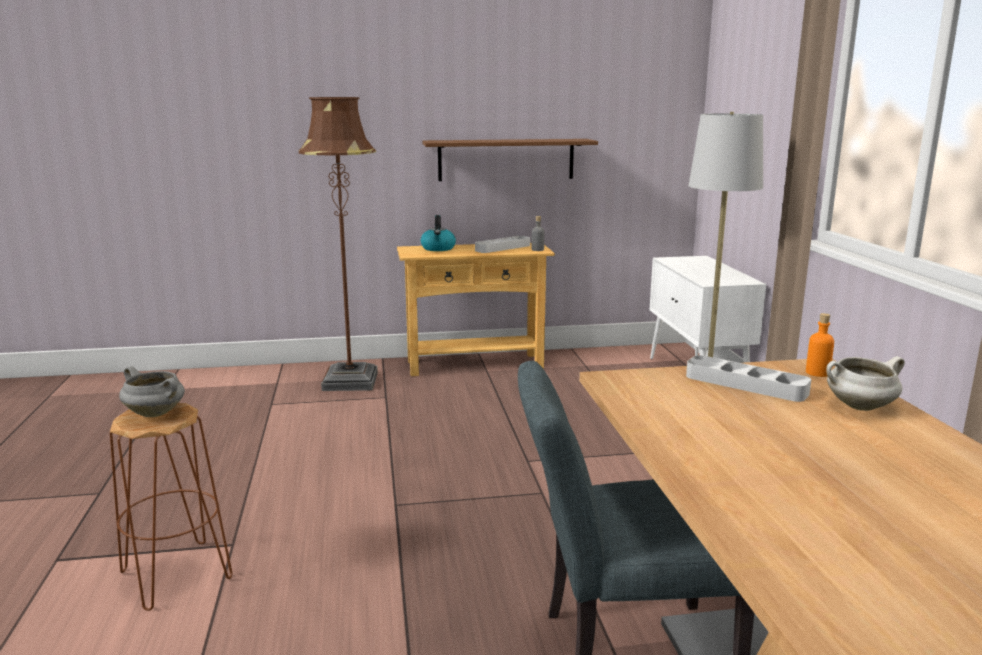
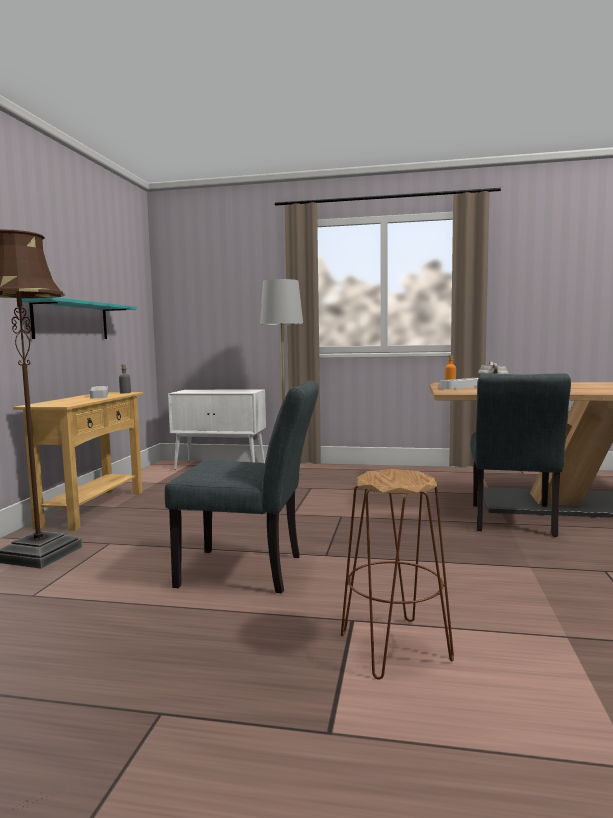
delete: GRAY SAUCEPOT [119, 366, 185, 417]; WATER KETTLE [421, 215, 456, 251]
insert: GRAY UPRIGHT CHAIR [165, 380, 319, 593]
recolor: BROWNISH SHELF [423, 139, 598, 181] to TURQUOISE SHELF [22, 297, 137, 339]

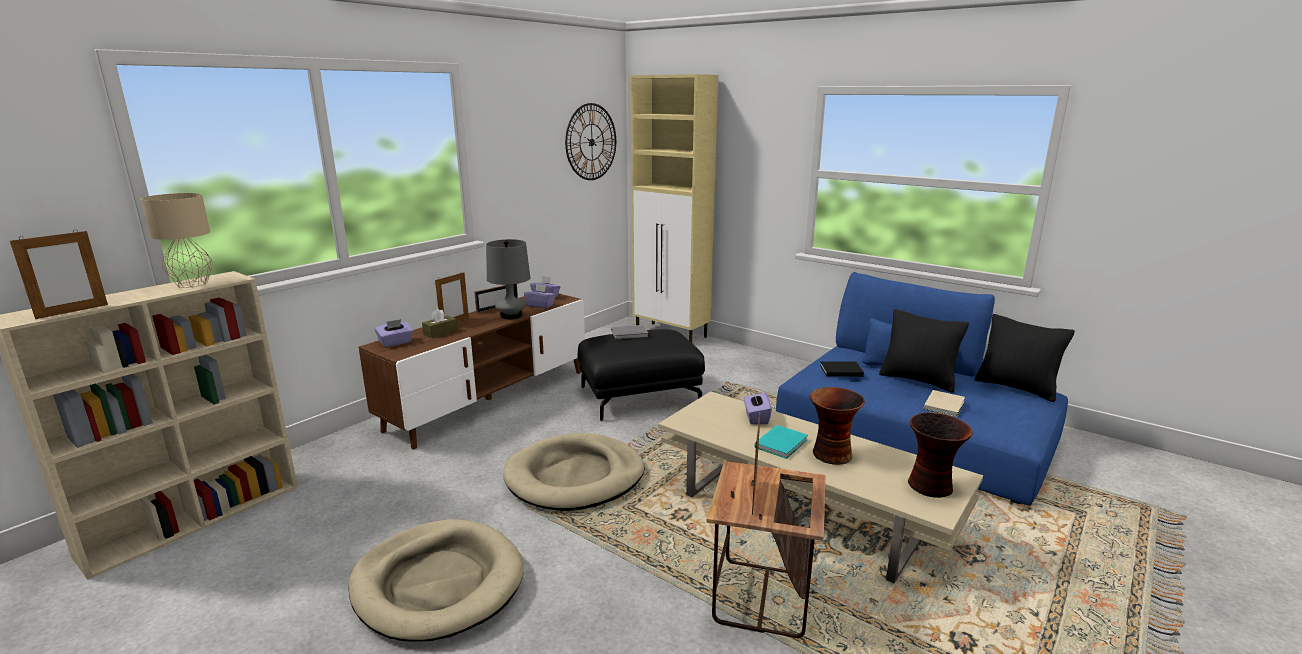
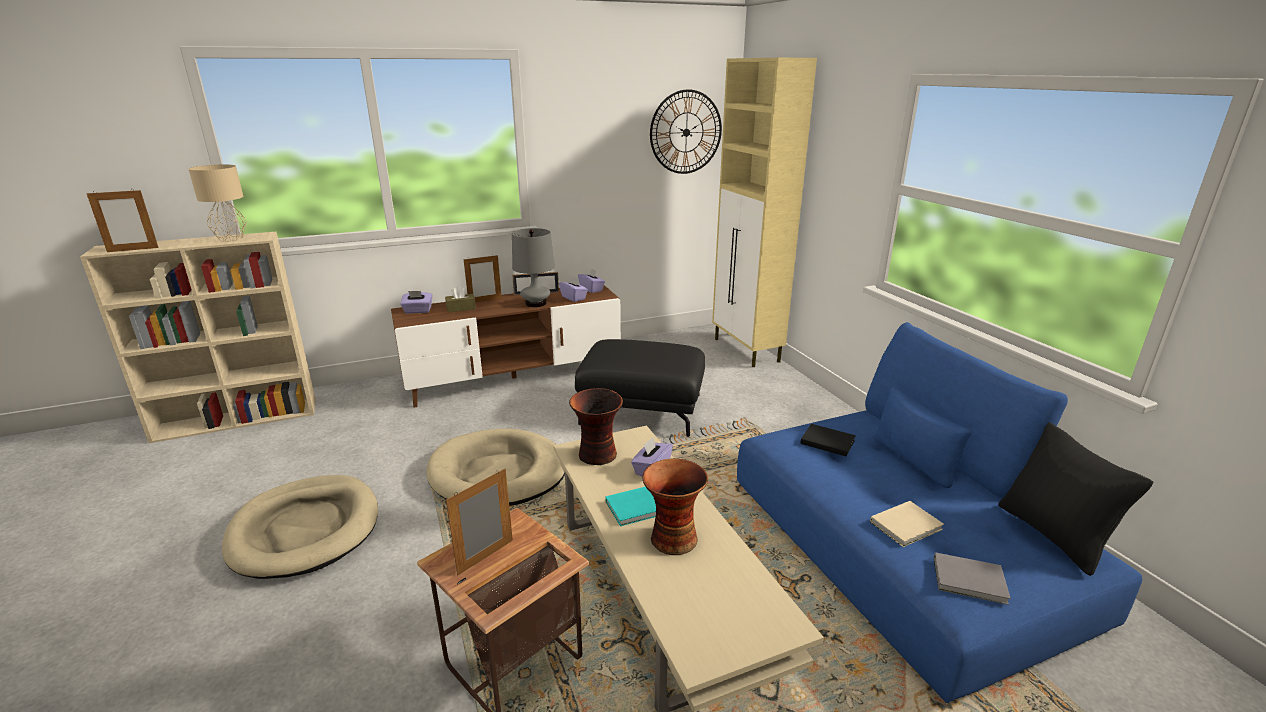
delete: BLACK-COLOURED CUSHION [879, 309, 969, 393]
move: GRAY VOLUME [611, 325, 648, 340] to [934, 552, 1011, 605]; VASE [908, 412, 973, 498] to [569, 388, 623, 465]

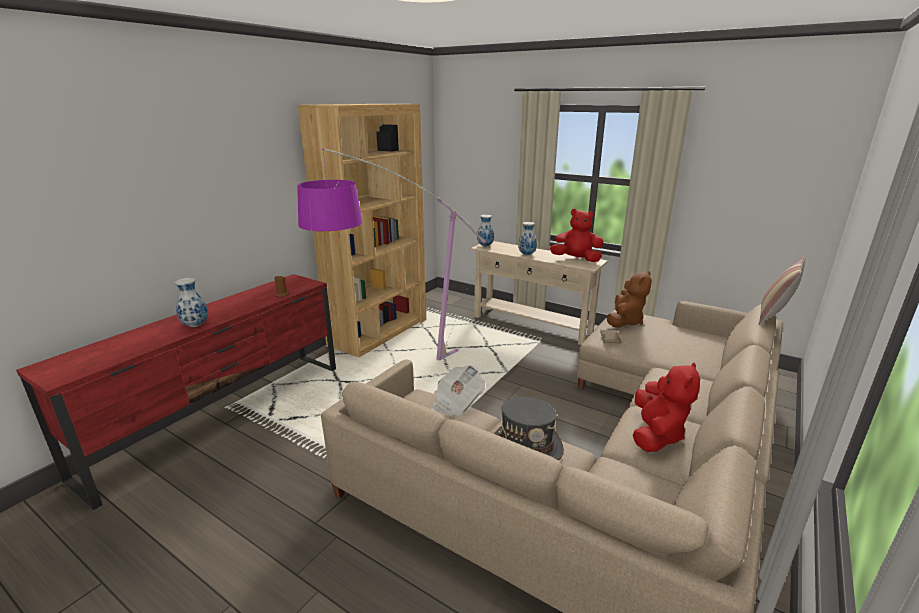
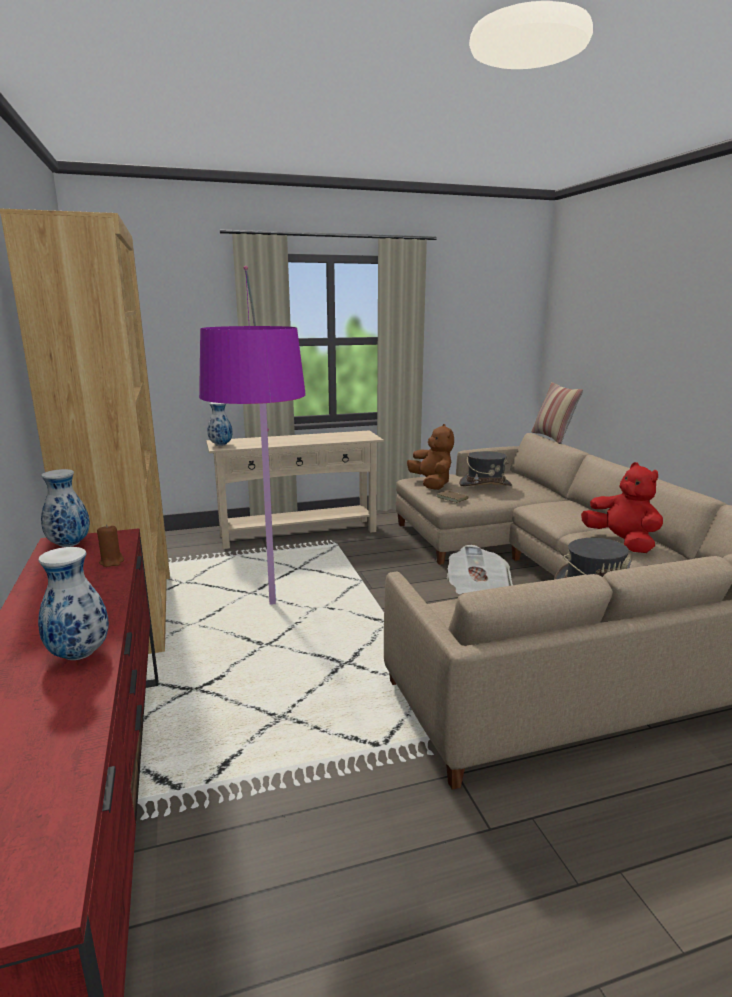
delete: REDDISH CUDDLY TOY [550, 209, 604, 262]
insert: GRAY WEARABLE HAT [459, 451, 512, 486]
move: VASE [518, 222, 537, 255] to [41, 469, 90, 547]

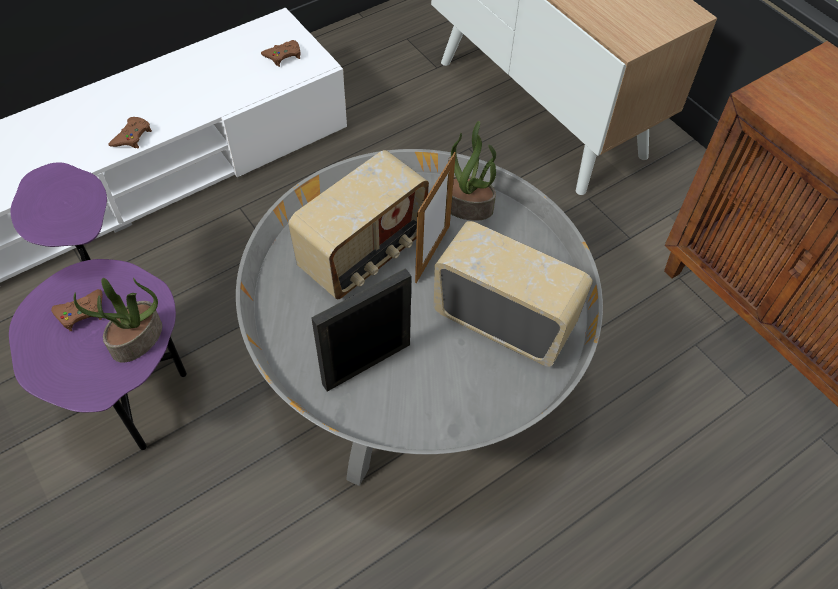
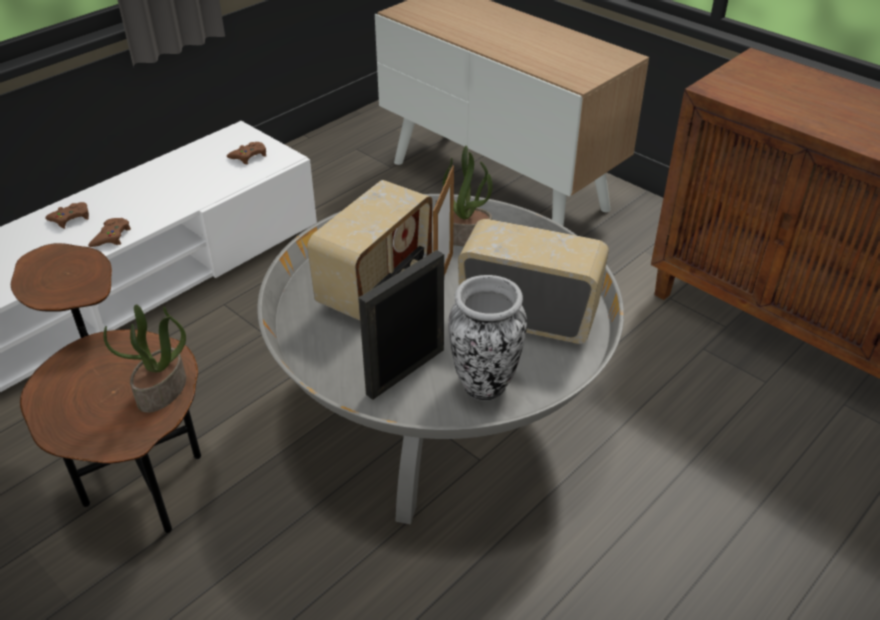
insert: VASE [448, 275, 527, 401]
move: BROWNISH GAME CONTROLLER [51, 289, 103, 332] to [45, 202, 89, 229]
recolor: PURPLE-COLOURED END TABLE [9, 162, 187, 450] to BROWNISH END TABLE [11, 243, 201, 533]

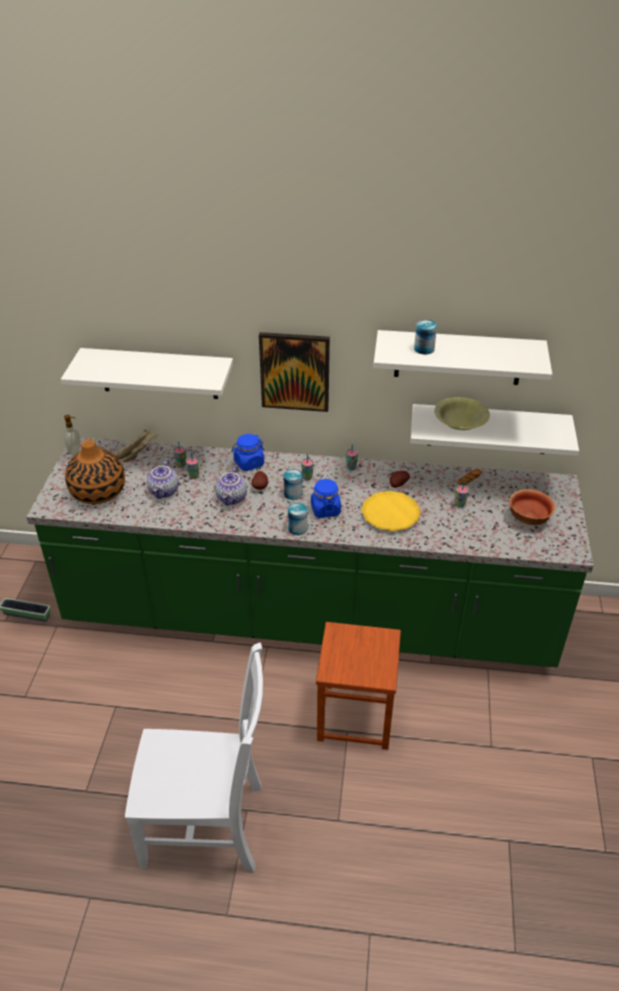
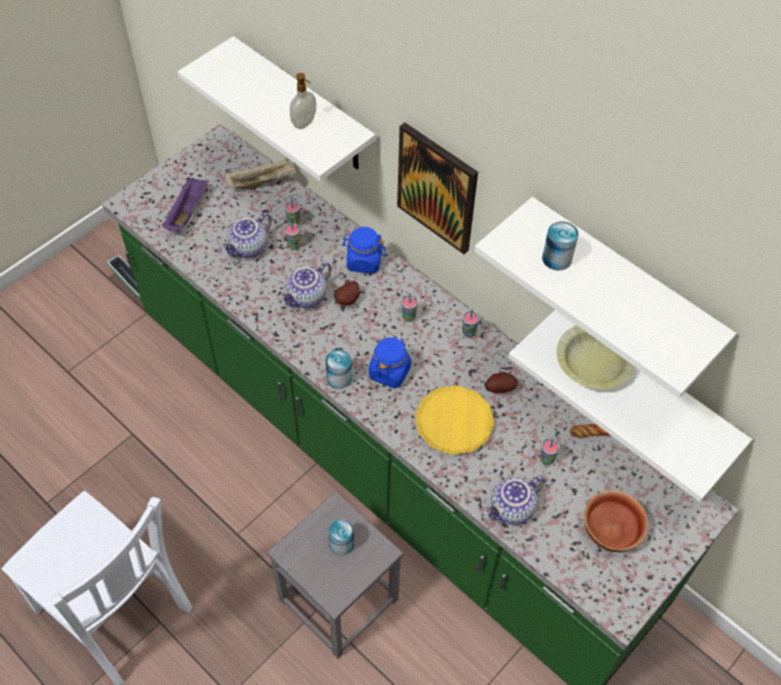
insert: TEA POT [483, 475, 546, 525]
move: SOAP DISPENSER [64, 415, 80, 455] to [290, 73, 316, 129]; SEALED CAN [284, 469, 303, 500] to [329, 519, 354, 556]
replace: VASE [65, 439, 125, 504] to PURPLE-COLOURED CARRYING TRAY [162, 177, 209, 232]
recolor: BROWNISH STOOL SEAT [316, 622, 401, 750] to GRAY STOOL SEAT [267, 491, 403, 659]

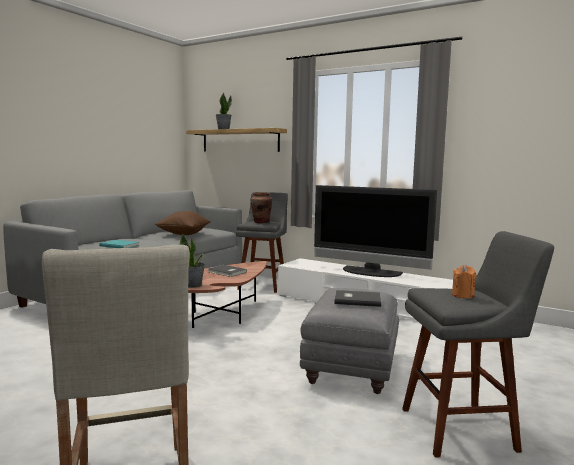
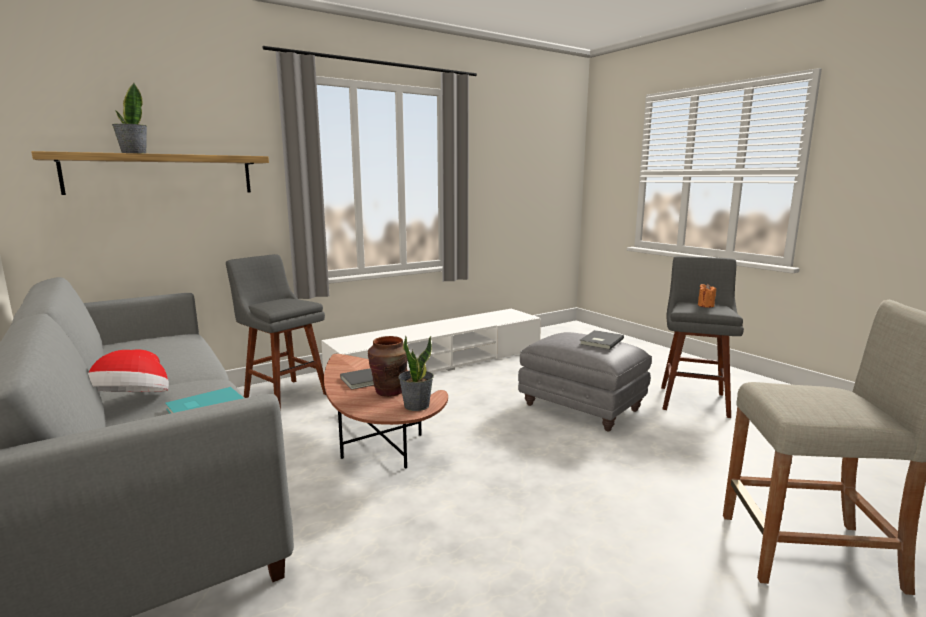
delete: BROWNISH CUSHION [156, 211, 210, 235]; TV SET [314, 185, 437, 277]
insert: WEARABLE HAT [88, 349, 169, 392]
move: BROWNISH VASE [251, 193, 272, 223] to [367, 336, 408, 397]

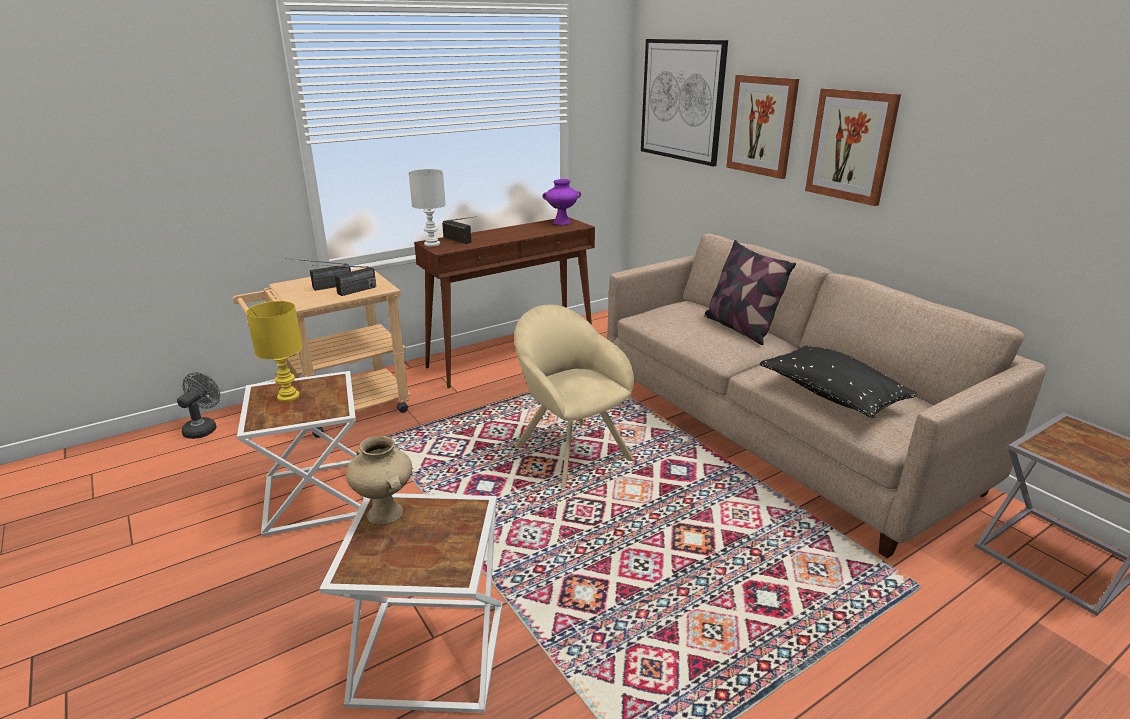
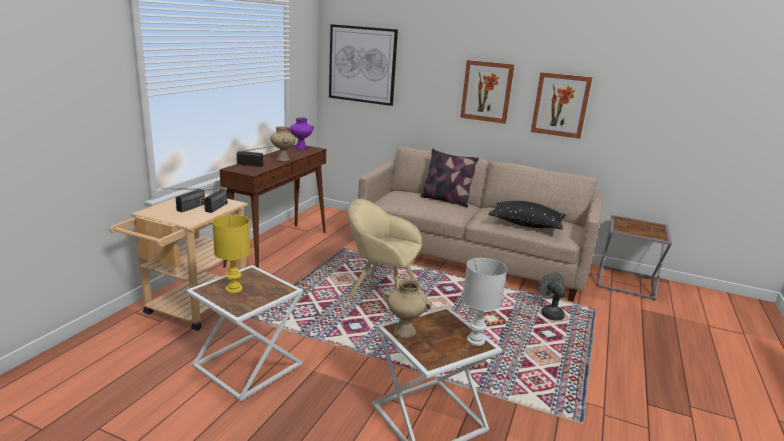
insert: BEIGE-COLOURED VASE [270, 126, 296, 161]
move: GRAY ELECTRIC FAN [177, 372, 220, 439] to [538, 272, 566, 321]; WHITE LAMP FOR A TABLE [409, 169, 446, 247] to [462, 258, 507, 346]; WALL ART [726, 75, 799, 179] to [531, 72, 592, 139]

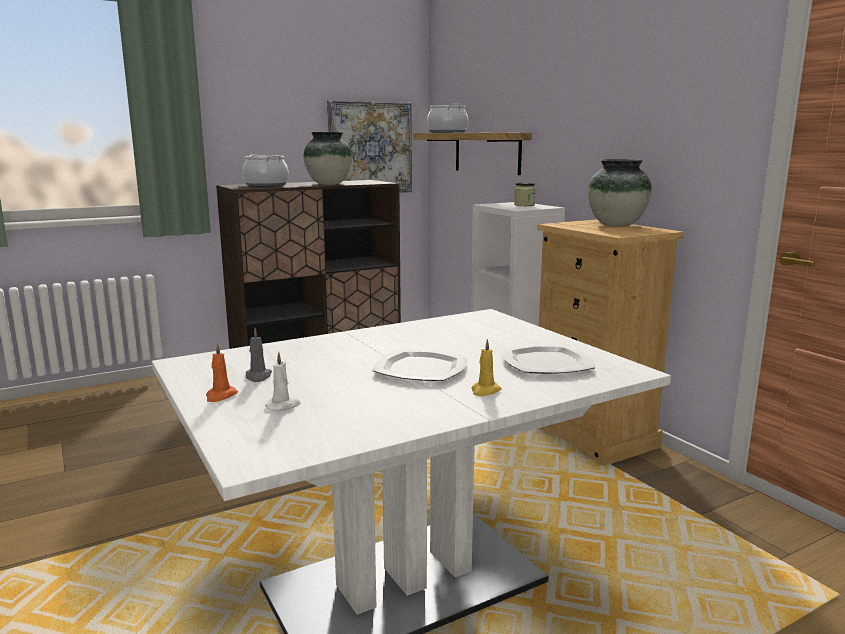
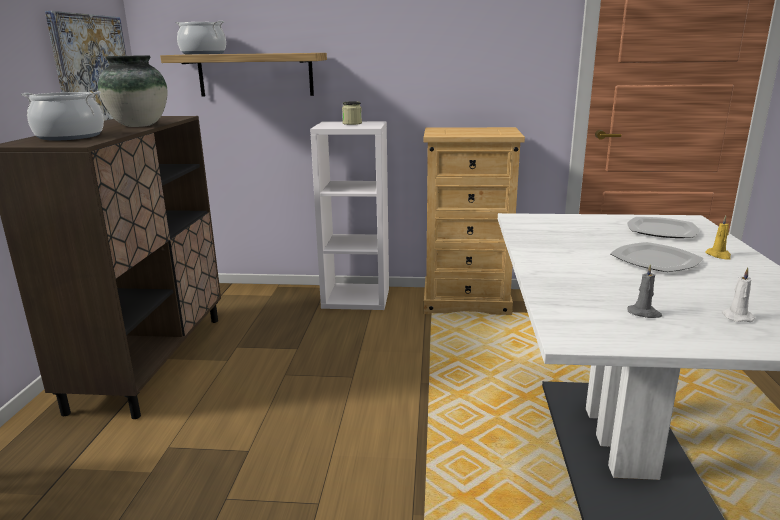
delete: ORANGEY CANDLE [206, 343, 238, 402]; VASE [588, 159, 652, 227]

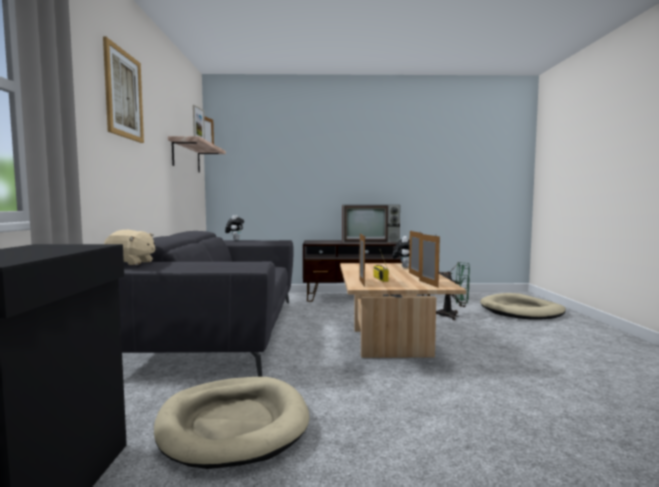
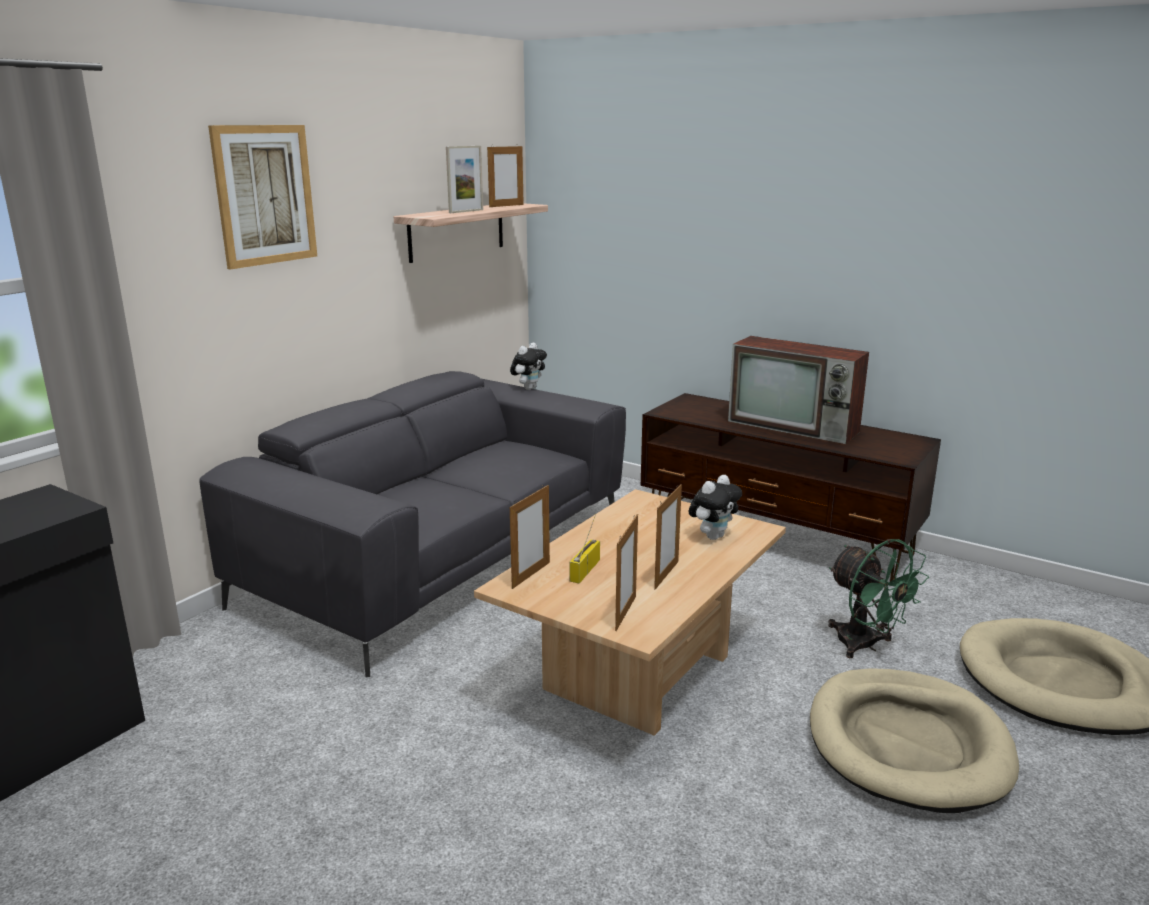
delete: BEIGE-COLOURED CUDDLY TOY [104, 230, 155, 265]
move: BEIGE-COLOURED DOG BED [154, 377, 309, 469] to [810, 668, 1019, 813]

